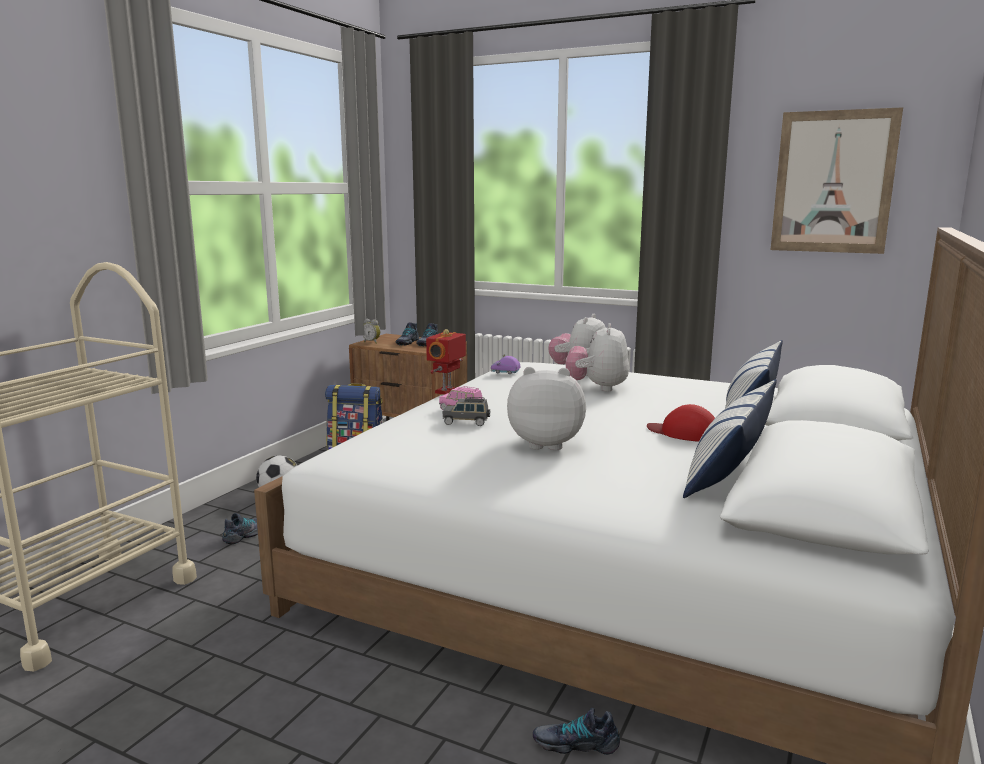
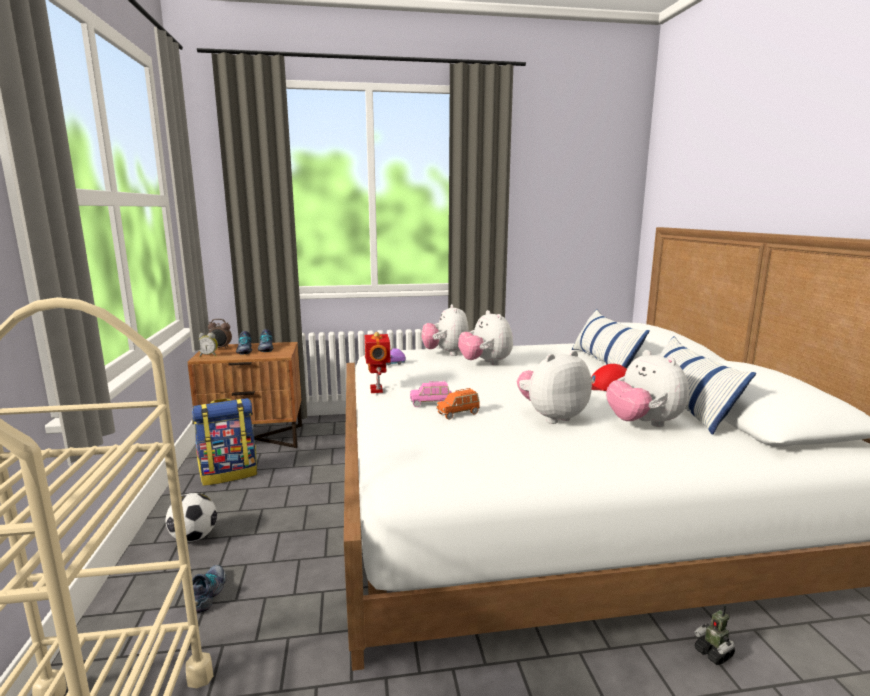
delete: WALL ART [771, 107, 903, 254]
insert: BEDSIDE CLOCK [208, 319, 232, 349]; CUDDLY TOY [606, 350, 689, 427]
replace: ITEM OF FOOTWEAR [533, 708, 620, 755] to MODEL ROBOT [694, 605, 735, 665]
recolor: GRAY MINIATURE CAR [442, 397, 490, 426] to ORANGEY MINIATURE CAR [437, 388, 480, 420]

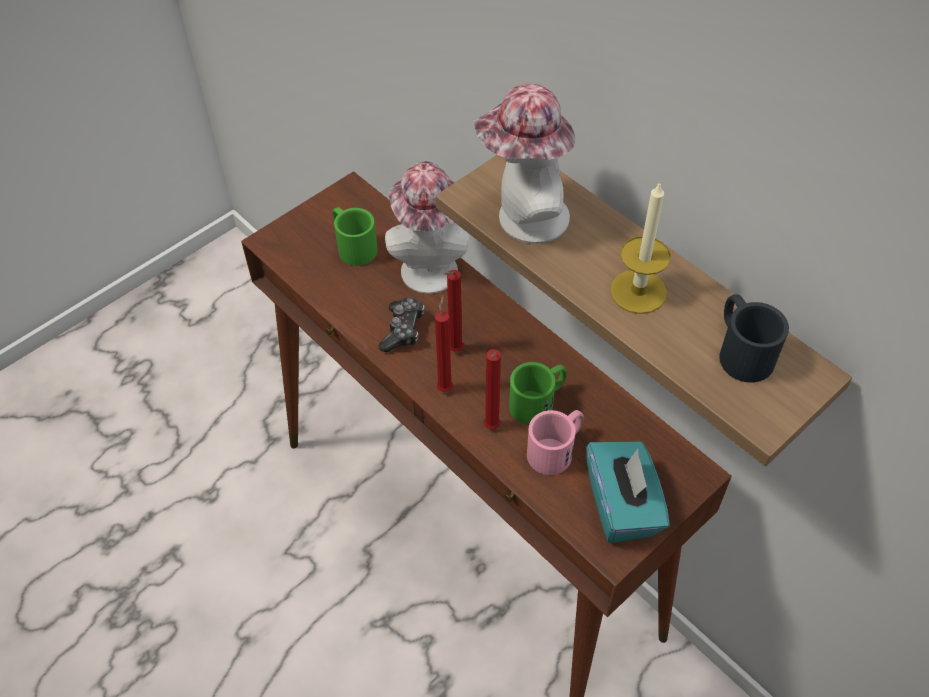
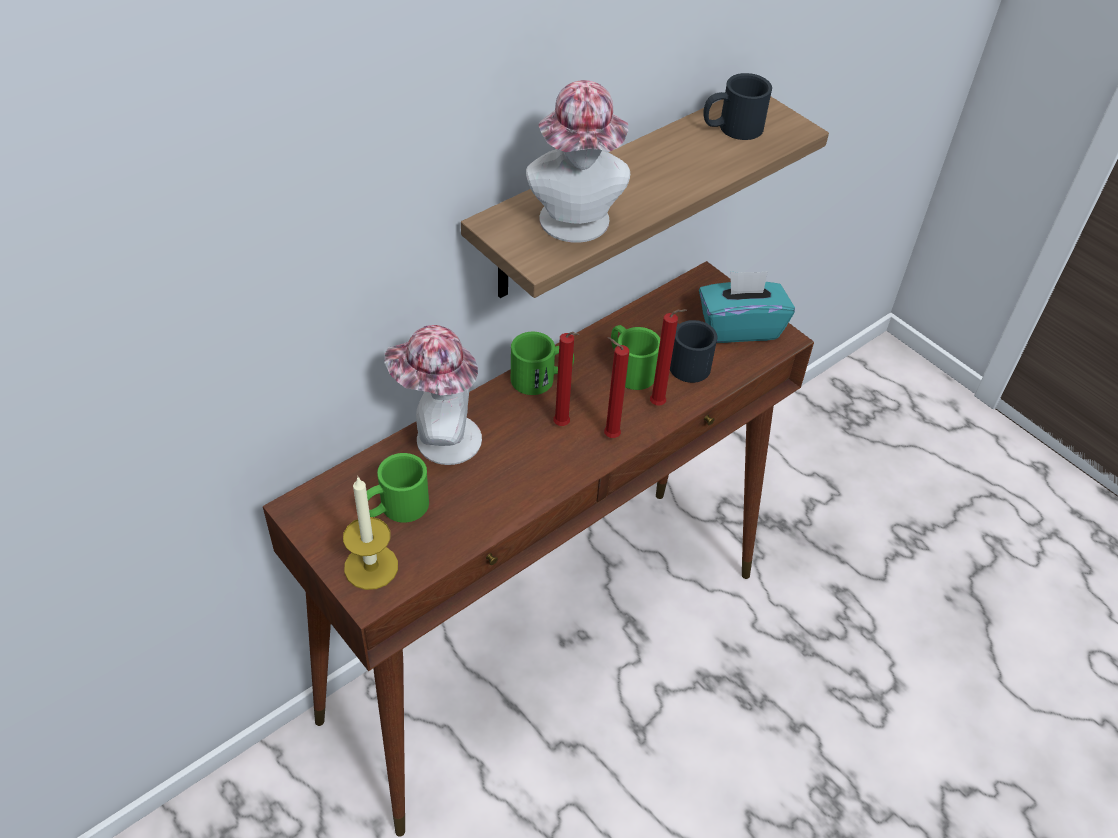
delete: GAME CONTROLLER [379, 297, 425, 352]
insert: GREEN-COLOURED COFFEE MUG [511, 332, 574, 395]
move: CANDLE [610, 182, 671, 314] to [343, 477, 398, 590]
recolor: PINKISH COFFEE MUG [527, 410, 584, 475] to BLACK-COLOURED COFFEE MUG [670, 320, 717, 383]

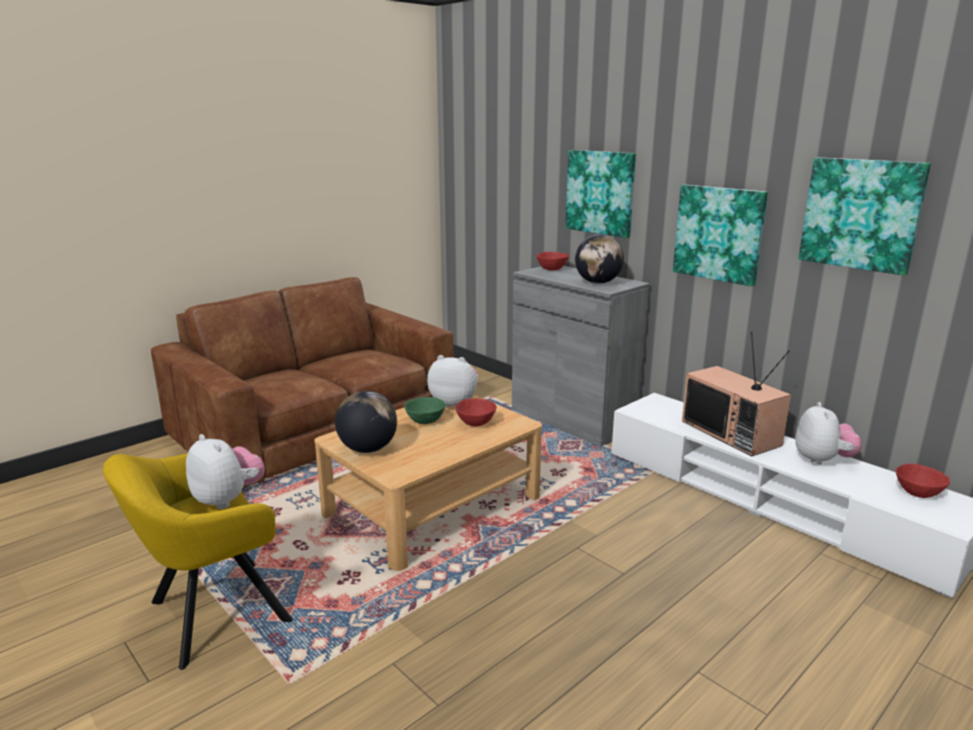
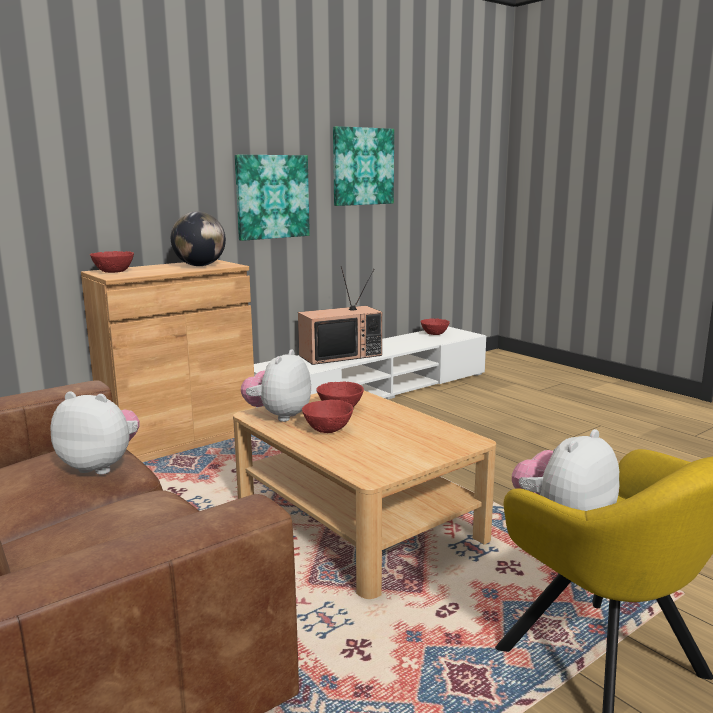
delete: GLOBE [335, 391, 397, 453]; WALL ART [565, 150, 636, 238]
move: CUDDLY TOY [795, 402, 861, 466] to [50, 391, 140, 475]
recolor: GREEN-COLOURED BOWL [404, 397, 445, 424] to REDDISH BOWL [302, 400, 353, 433]; GRAY CUPBOARD [512, 266, 650, 447] to BROWNISH CUPBOARD [81, 260, 256, 462]

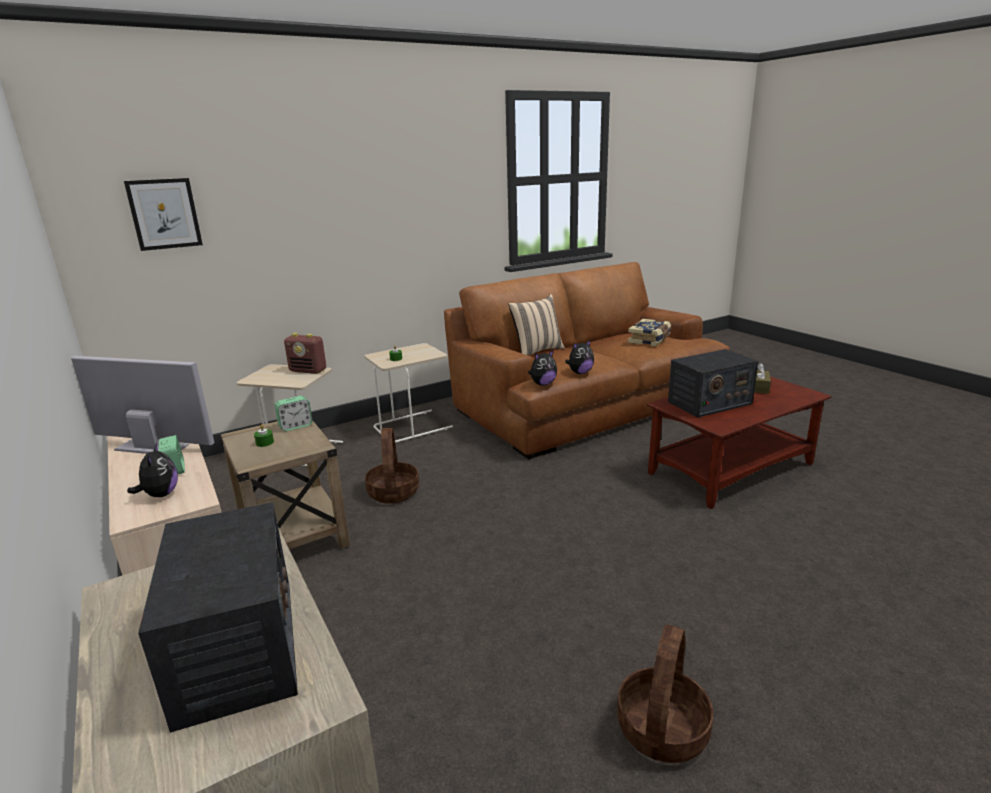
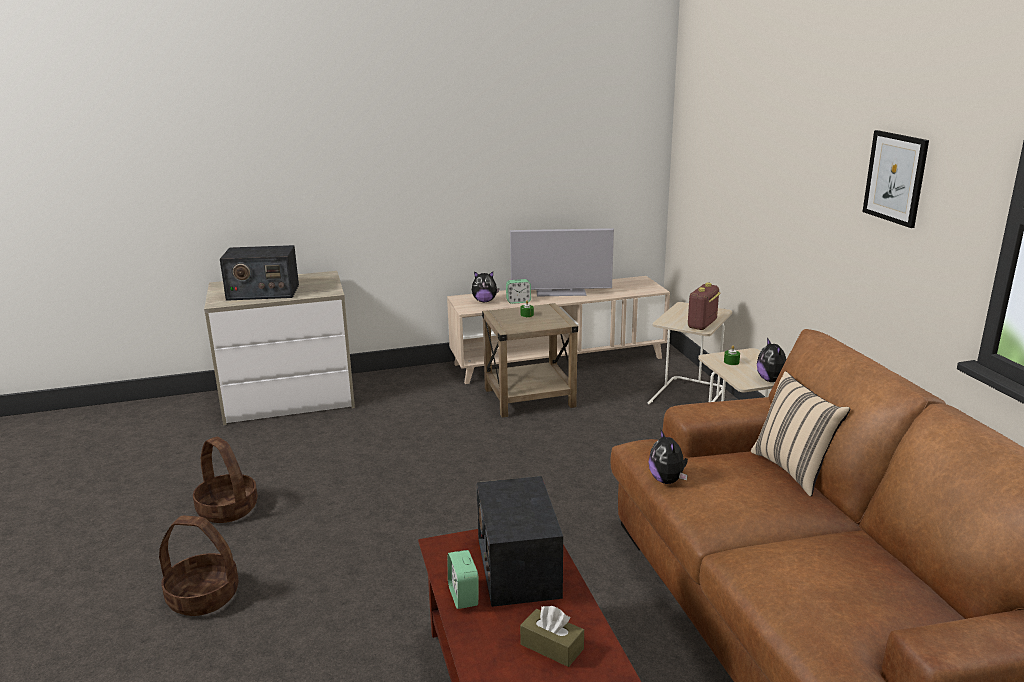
delete: VOLUME [628, 319, 671, 346]
move: WALL ART [124, 178, 203, 251] to [863, 130, 929, 228]; BEDSIDE CLOCK [275, 396, 313, 431] to [448, 550, 479, 609]; BASKET [365, 428, 419, 504] to [159, 516, 239, 616]; CUDDLY TOY [528, 350, 557, 386] to [757, 338, 786, 382]
rotate: TV SET [71, 356, 214, 454] = [510, 228, 614, 297] 60 degrees clockwise

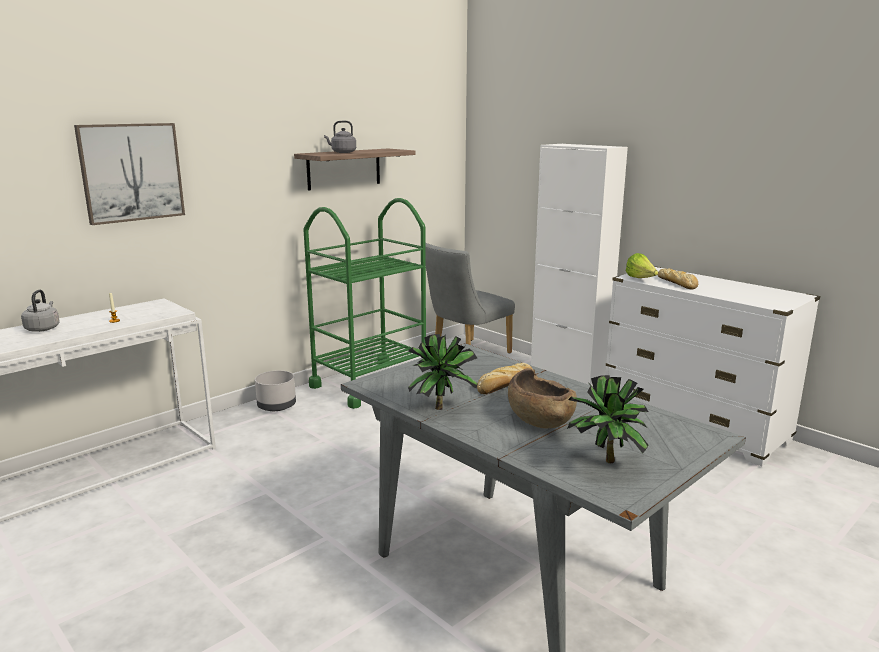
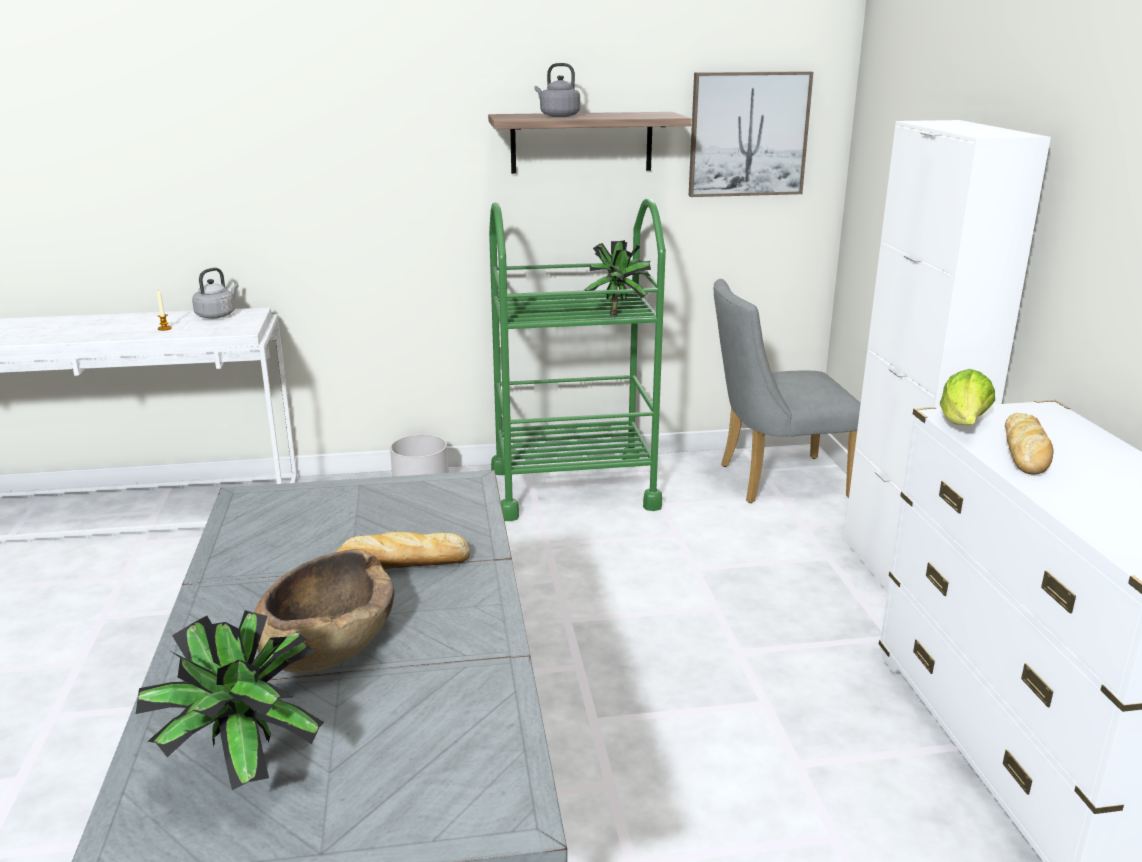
move: GRAY WATER KETTLE [21, 289, 60, 332] to [192, 268, 239, 319]; WALL ART [74, 123, 185, 225] to [689, 71, 813, 197]; POTTED PLANT [408, 334, 478, 410] to [583, 240, 651, 315]

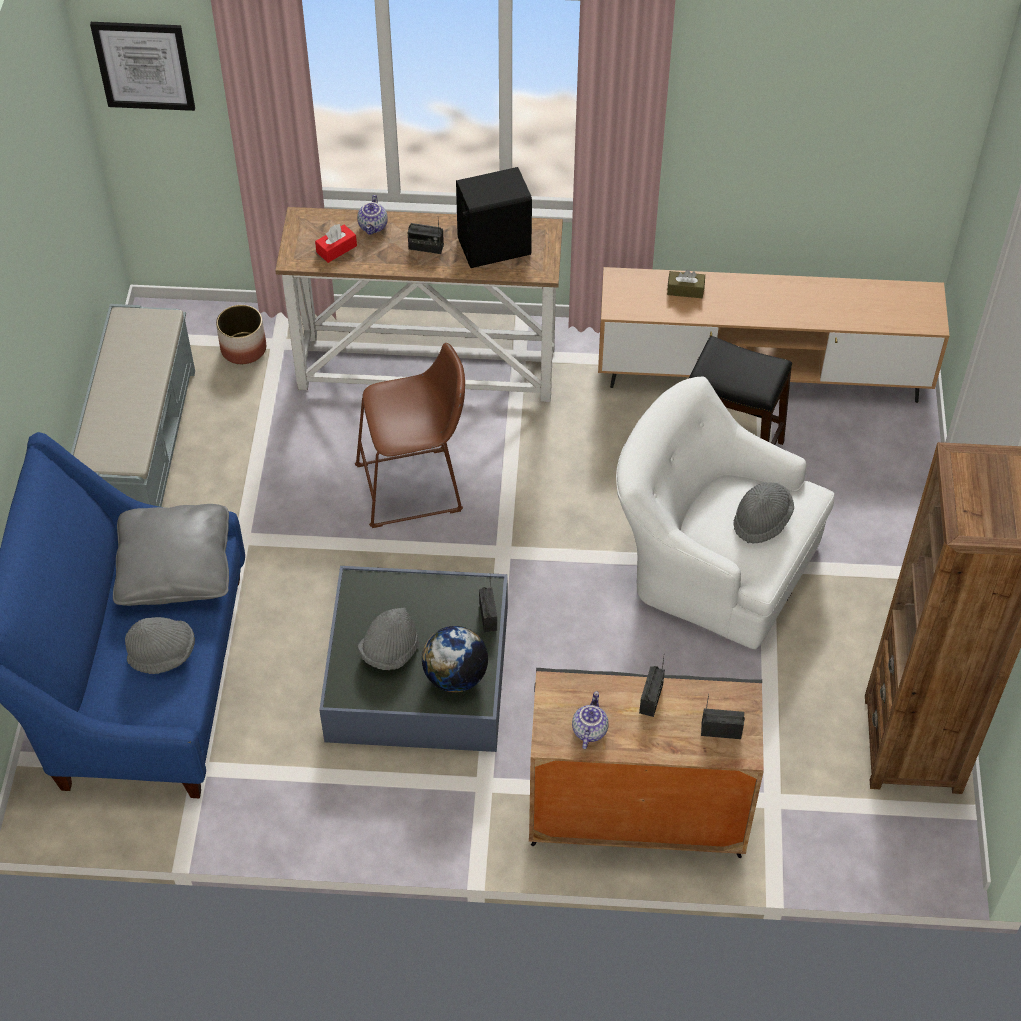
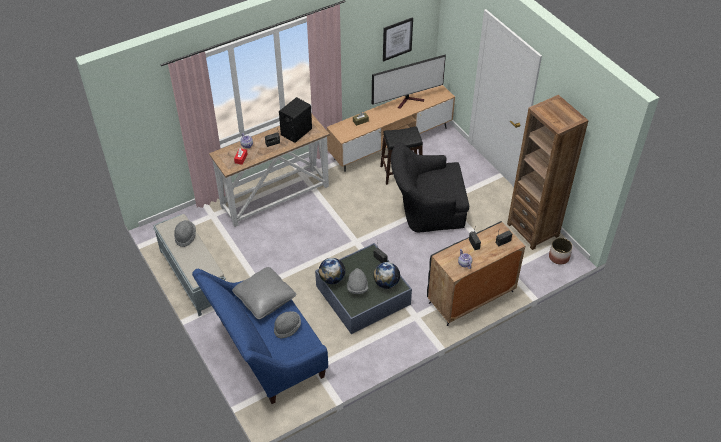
delete: BROWNISH STOOL SEAT [355, 343, 465, 528]
insert: GLOBE [319, 258, 345, 284]; TV SET [372, 54, 446, 109]
move: WALL ART [90, 22, 195, 111] to [383, 17, 413, 61]; FLOWER POT [216, 305, 266, 364] to [549, 238, 573, 265]; GRAY WEARABLE HAT [733, 482, 794, 544] to [174, 220, 196, 247]
recolor: WHITE EASY CHAIR [616, 377, 834, 649] to BLACK-COLOURED EASY CHAIR [391, 142, 469, 232]

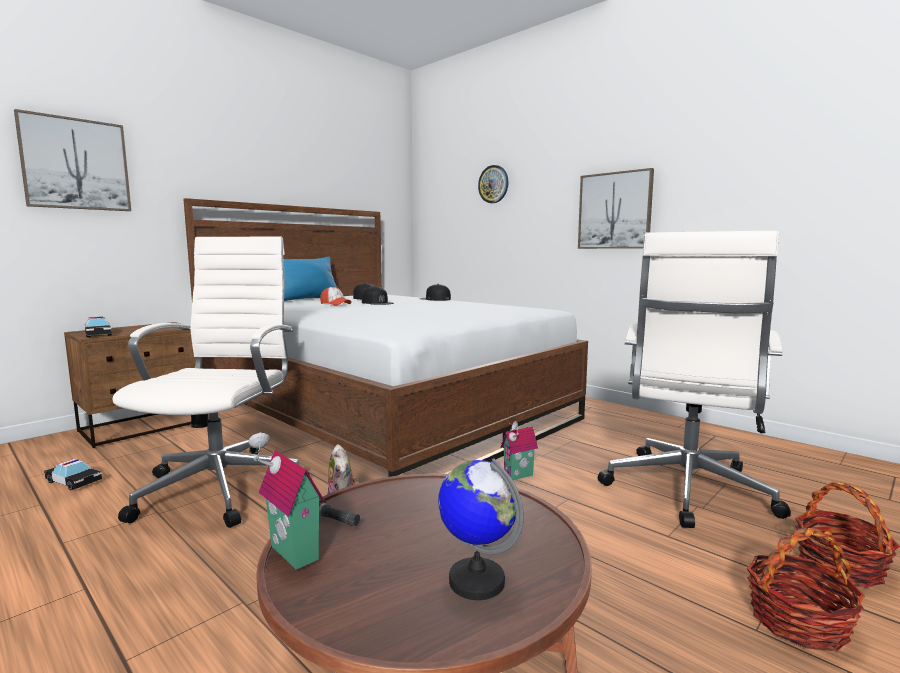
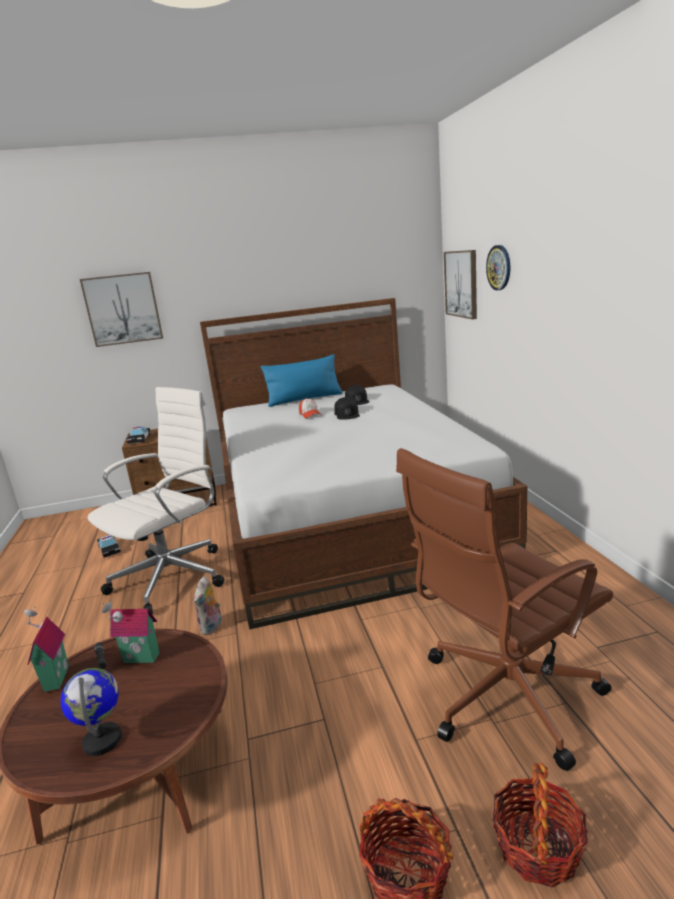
delete: BLACK-COLOURED PEAKED CAP [420, 284, 451, 301]
move: TOY HOUSE [500, 421, 538, 480] to [102, 602, 160, 663]; WALL ART [578, 168, 654, 249] to [444, 250, 477, 319]
recolor: WHITE DESK CHAIR [598, 231, 791, 528] to BROWNISH DESK CHAIR [396, 448, 613, 771]

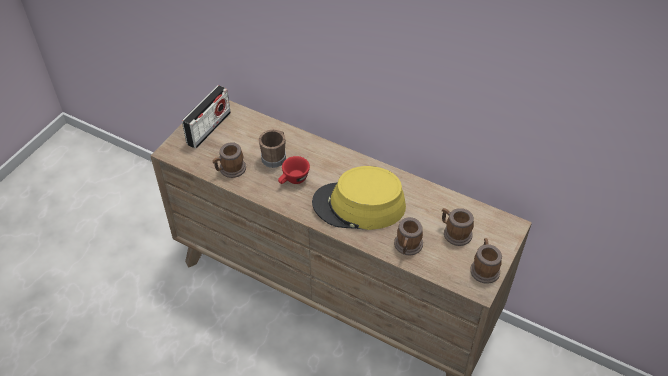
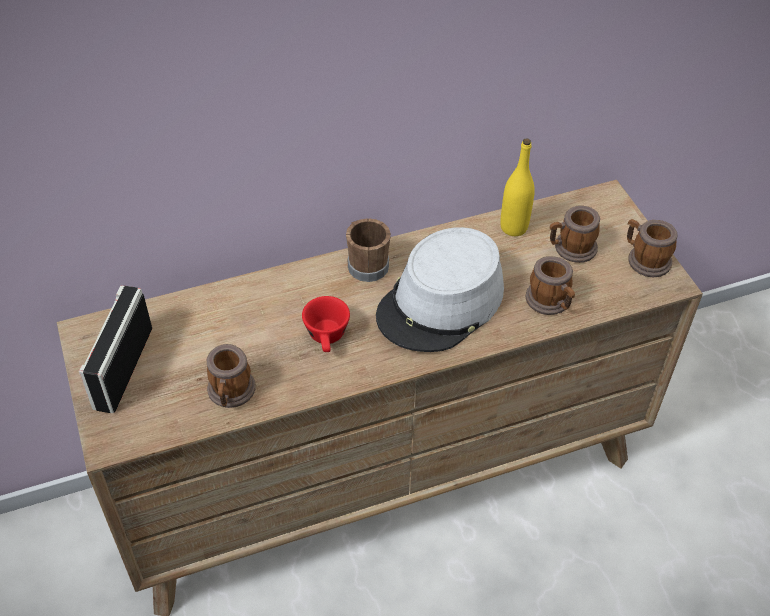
insert: YELLOW DRINK BOTTLE [500, 139, 535, 236]
move: BROWNISH COFFEE MUG [259, 130, 286, 168] to [346, 218, 391, 282]
recolor: YELLOW WEARABLE HAT [312, 166, 406, 230] to GRAY WEARABLE HAT [376, 227, 504, 352]
rotate: RADIO SET [182, 85, 231, 149] = [79, 286, 152, 413] 150 degrees counterclockwise

